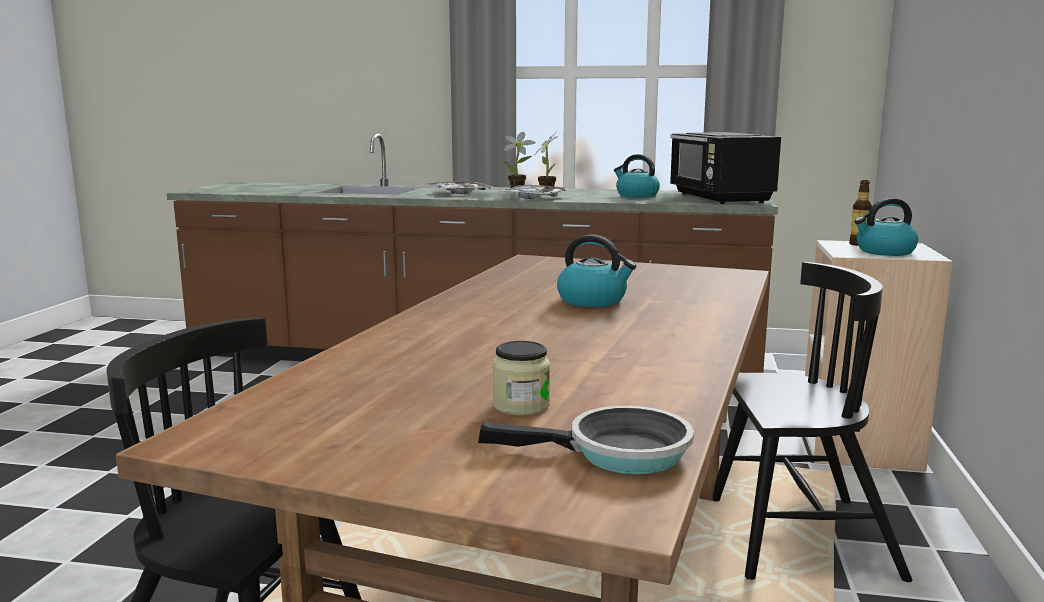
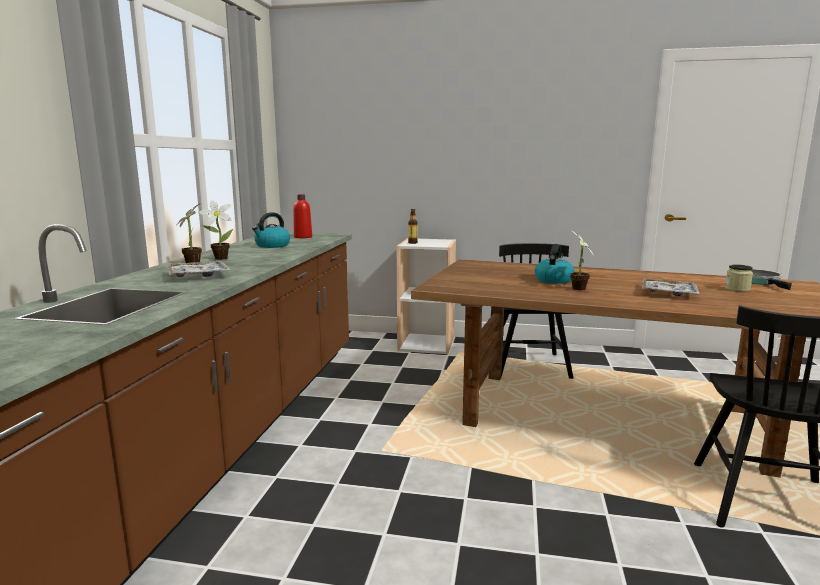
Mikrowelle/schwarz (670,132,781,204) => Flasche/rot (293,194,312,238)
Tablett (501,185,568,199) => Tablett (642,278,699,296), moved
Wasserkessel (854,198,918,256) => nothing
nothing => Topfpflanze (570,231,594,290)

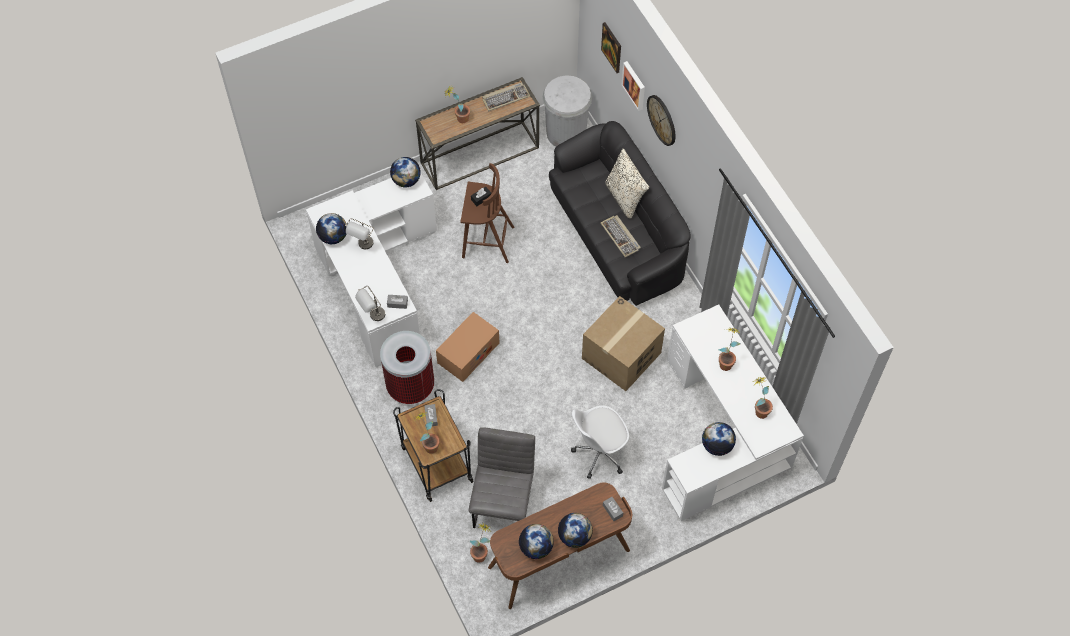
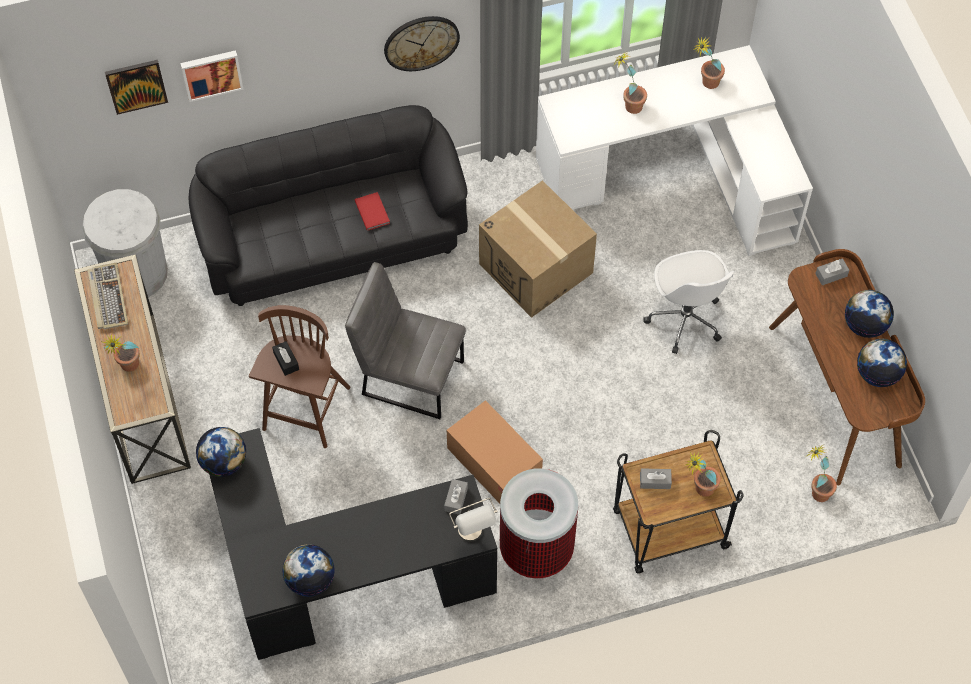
Wanduhr (647,95,676,146) => Wanduhr (384,16,460,71), moved
Kissen/beige (605,149,649,219) => nothing
Schreibtisch/weiß (306,174,437,367) => Schreibtisch/schwarz (209,428,497,660)
Tastatur (600,215,641,258) => Buch/rot (355,192,390,231)
Tischlampe/grau (345,218,374,249) => nothing
Globus (702,422,736,456) => nothing
Stuhl/grau (469,427,535,528) => Stuhl/grau (345,262,466,419), moved

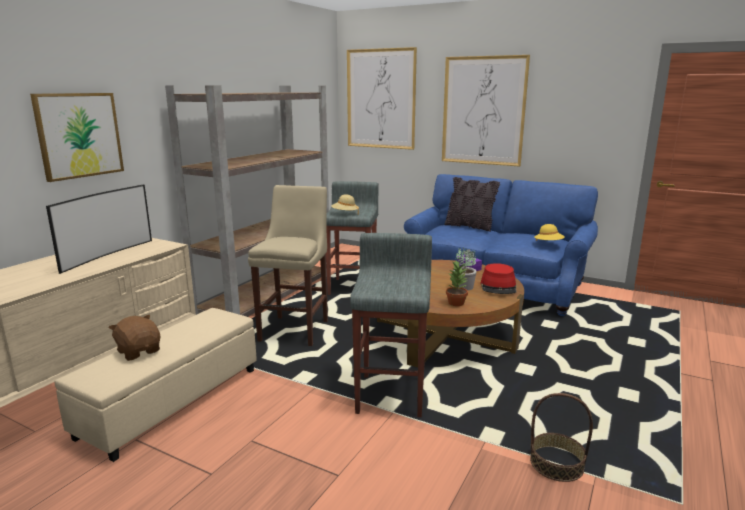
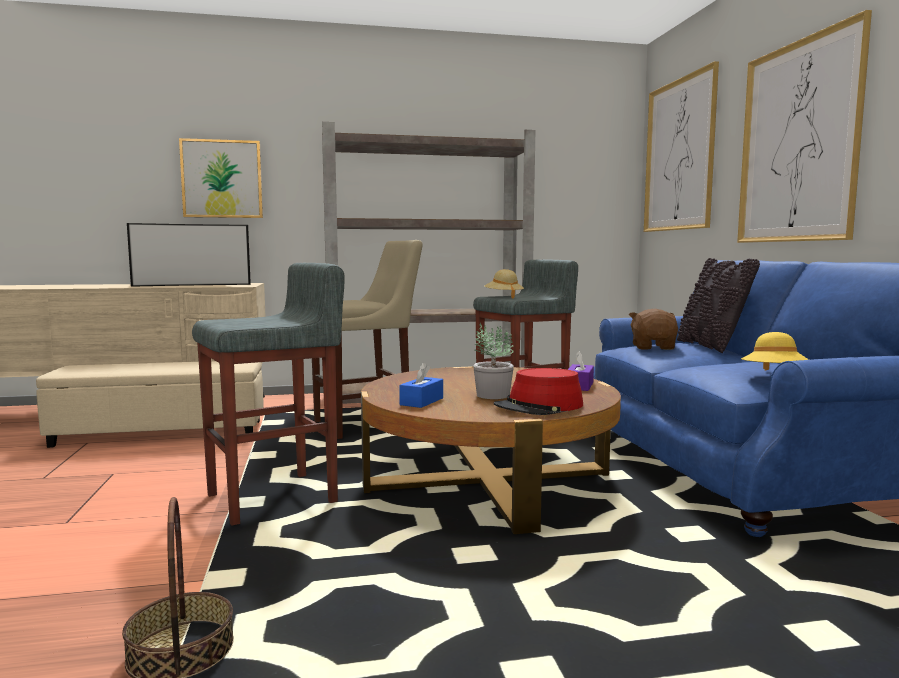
Topfpflanze (446,261,468,306) => Taschentuchbox/blau (399,362,443,408)
Plüschtier/braun (108,315,161,361) => Plüschtier/braun (629,309,678,350), moved

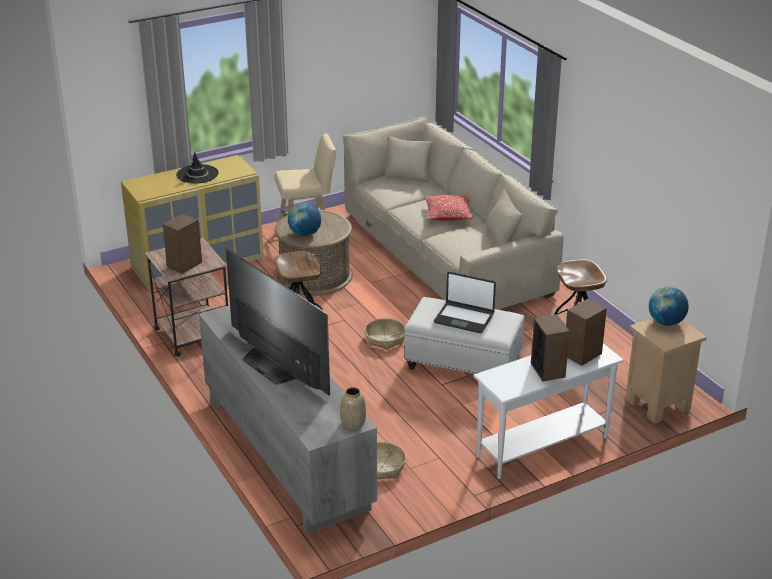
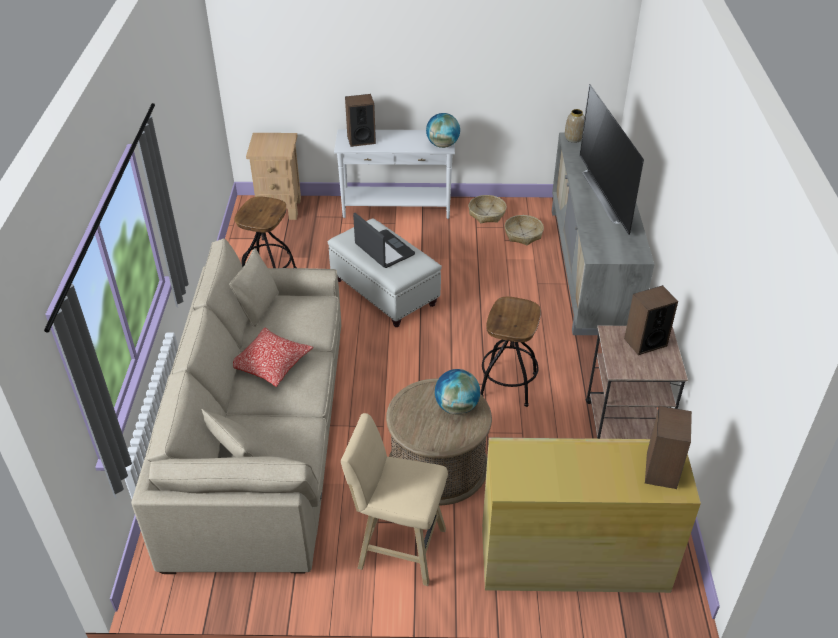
Hut/schwarz (176,152,218,184) => nothing
Globus (649,287,689,326) => Globus (426,113,460,148), moved
Lautsprecher (531,314,570,381) => Lautsprecher (645,406,692,489), moved
Korb (365,318,405,350) => Korb (468,195,507,223), moved

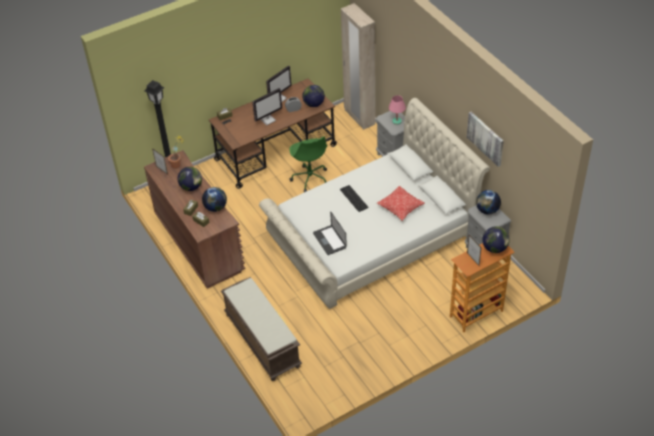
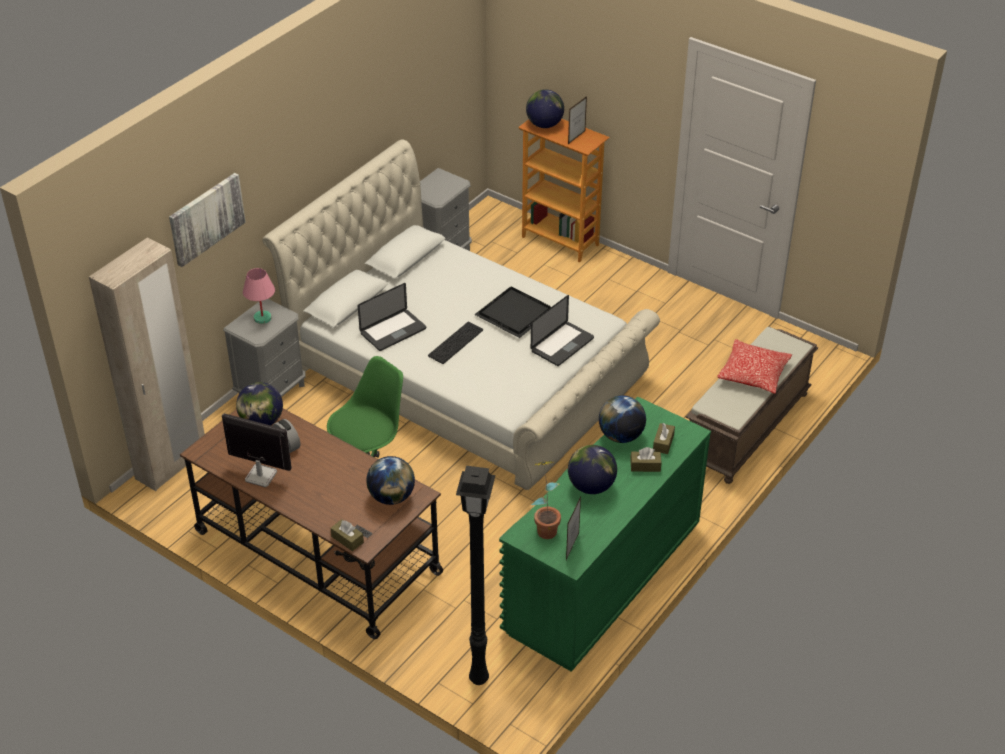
Monitor (252,88,282,125) => nothing
Bild (467,112,504,167) => Bild (169,173,246,267), moved
Kommode/braun (144,150,246,289) => Kommode/grün (499,397,711,672)
Kissen (377,186,425,221) => Kissen (717,339,792,394), moved
Globus (476,190,501,215) => Globus (366,456,415,505), moved
nothing => Laptop (358,283,426,351)
nothing => Tablett/schwarz (474,286,551,338)

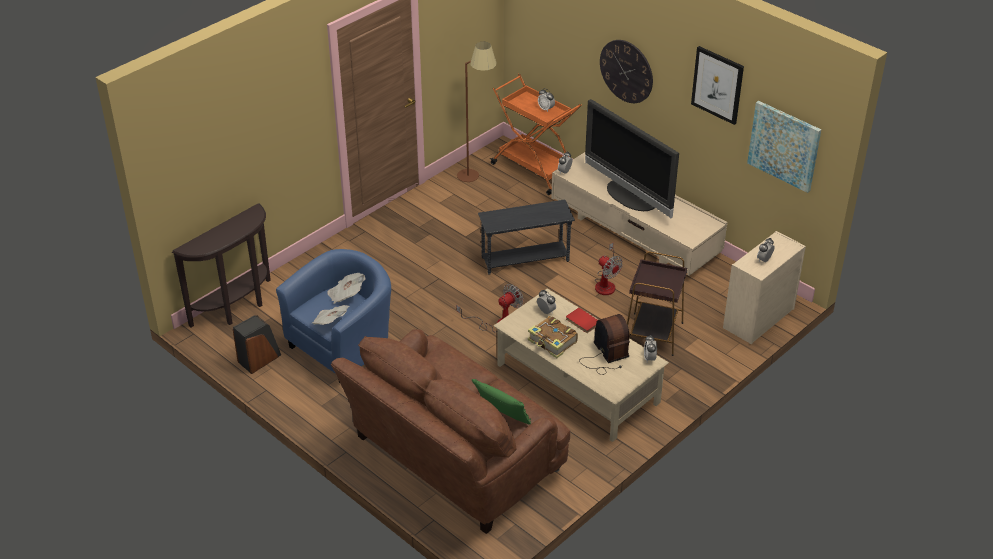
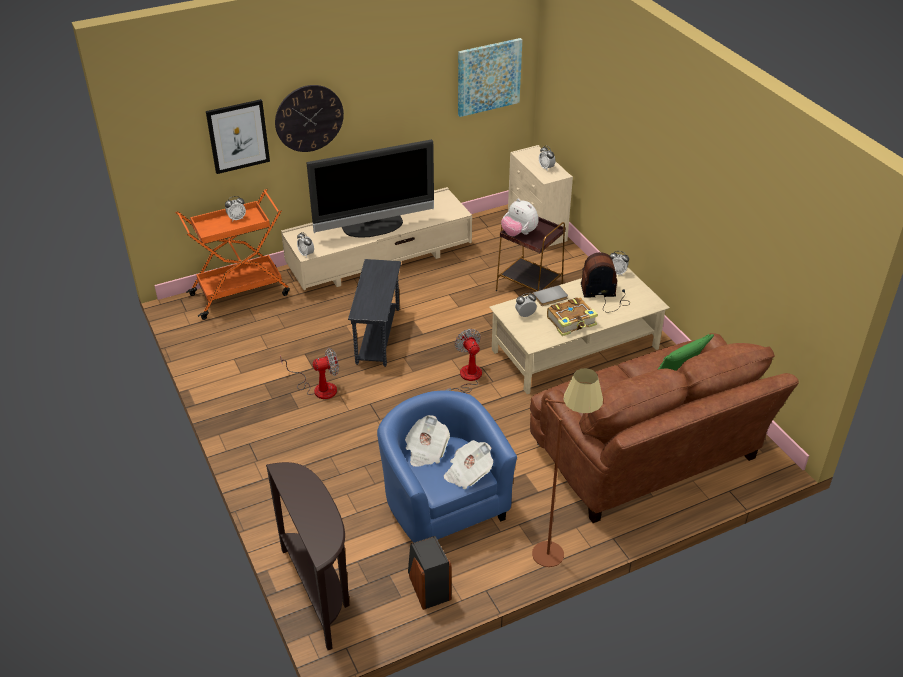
Stehlampe/braun (457,42,496,182) => Stehlampe/braun (532,368,603,567), moved
Bild (691,46,744,125) => Bild (206,99,270,174), moved
Ventilator (595,242,623,295) => Ventilator (280,348,339,399), moved
Buch/rot (566,308,597,333) => Buch/grau (533,285,568,306)
nothing => Plüschtier (501,199,538,236)

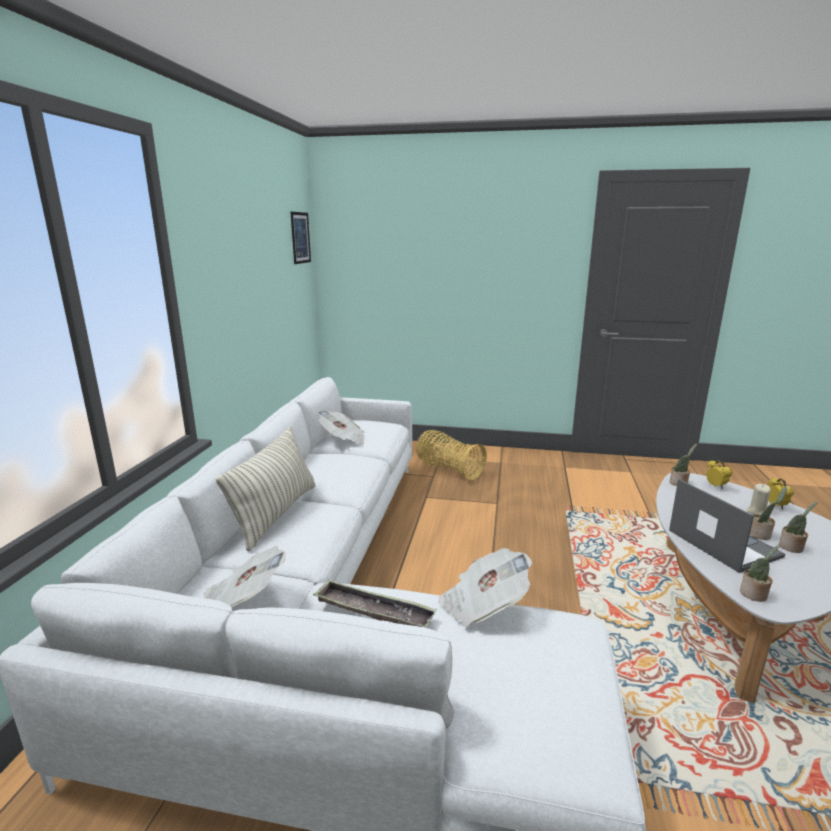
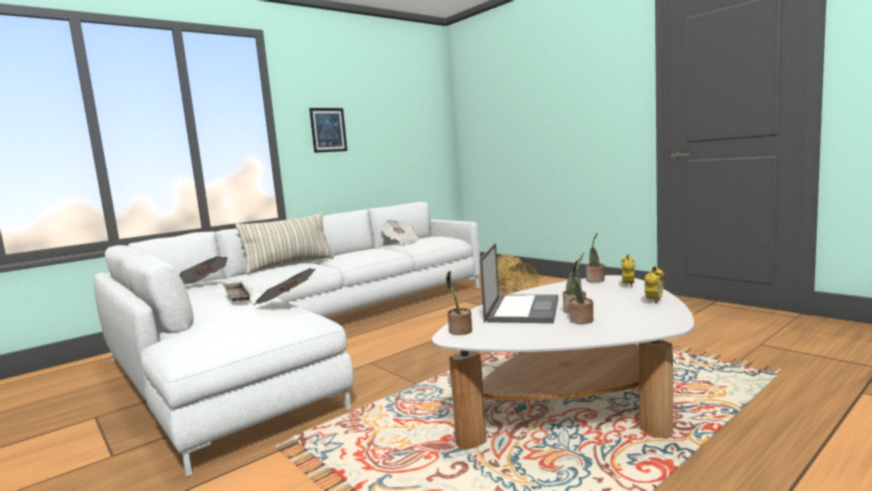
Bild (290,212,311,264) => Bild (309,108,347,153), moved
Kerze/beige (747,484,771,515) => nothing

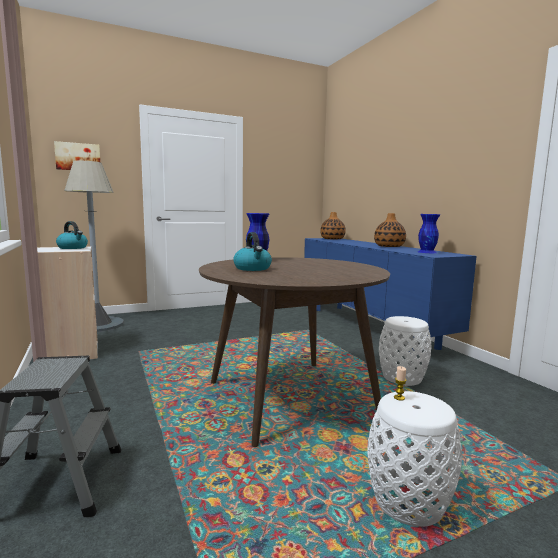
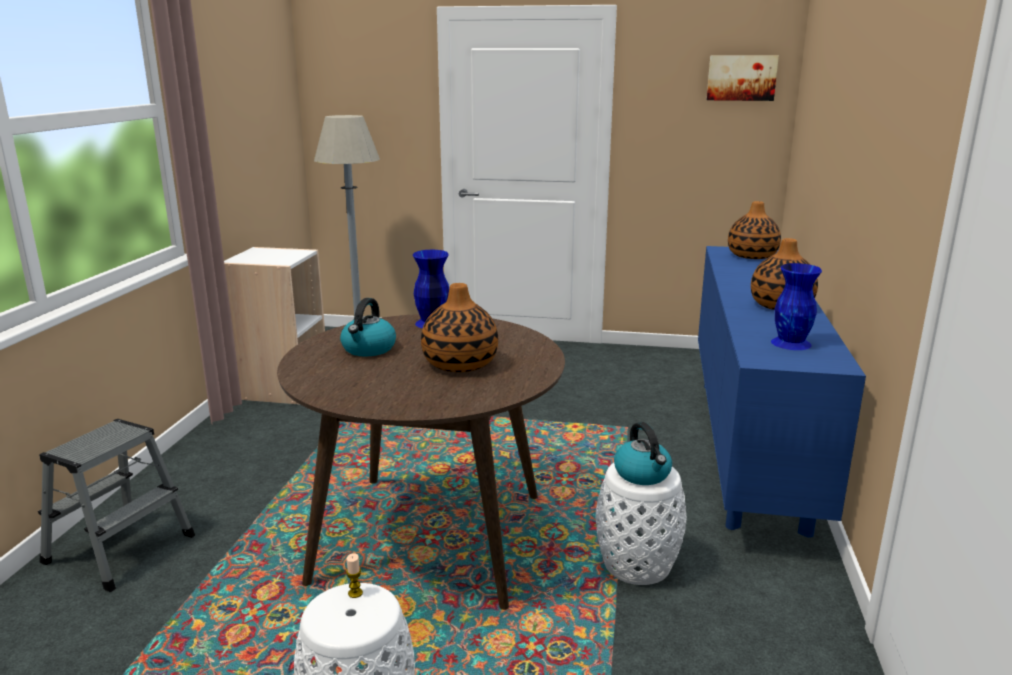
Bild (54,141,100,170) => Bild (707,56,779,101), moved
Wasserkessel (56,221,88,249) => Wasserkessel (614,422,672,485), moved
nothing => Vase (421,283,498,372)

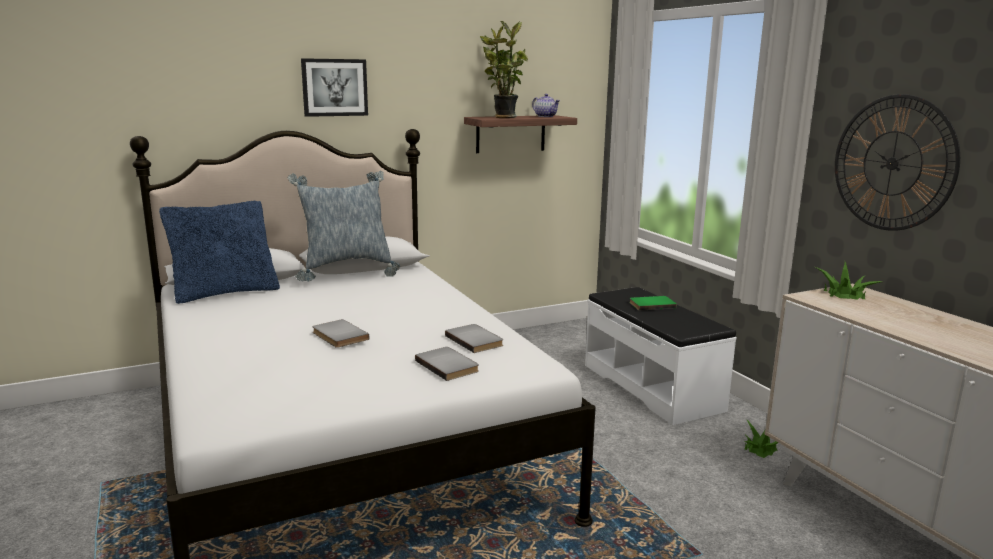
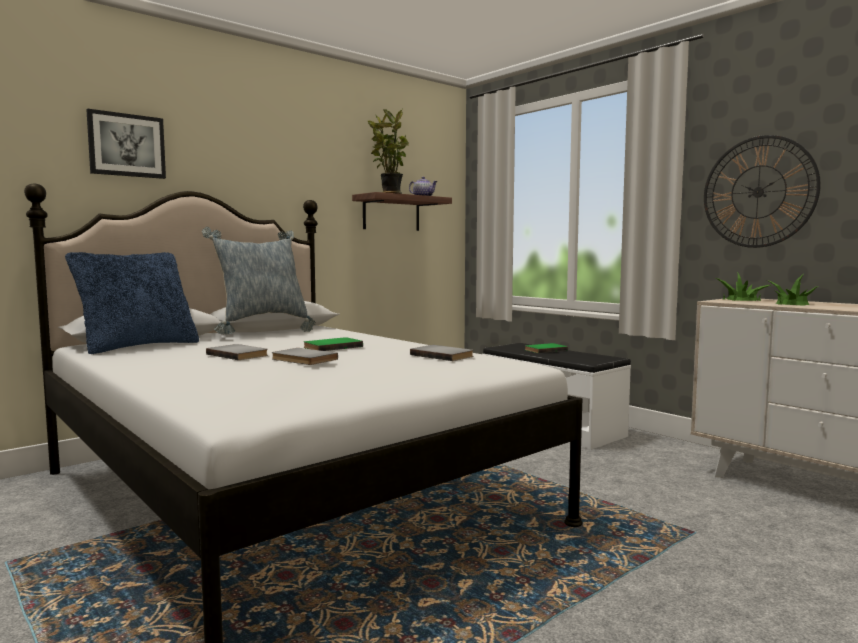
Bild (301,58,368,117) => Bild (86,109,166,179), moved
Buch/grau (415,347,479,381) => Buch/grau (206,344,268,360), moved
Topfpflanze (744,419,778,458) => Topfpflanze (767,274,818,306), moved
nothing => Buch/grün (304,337,363,351)

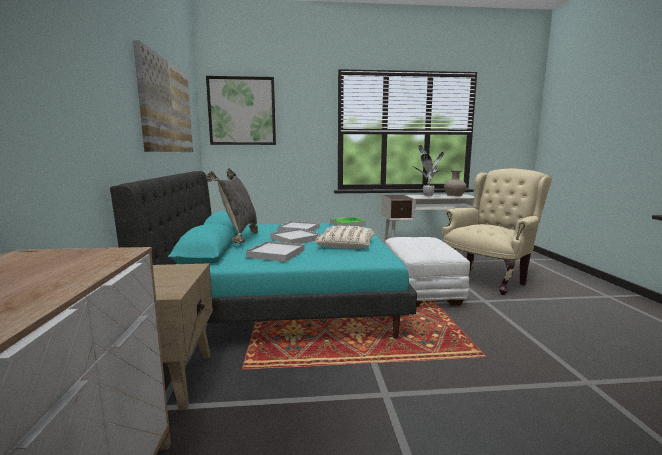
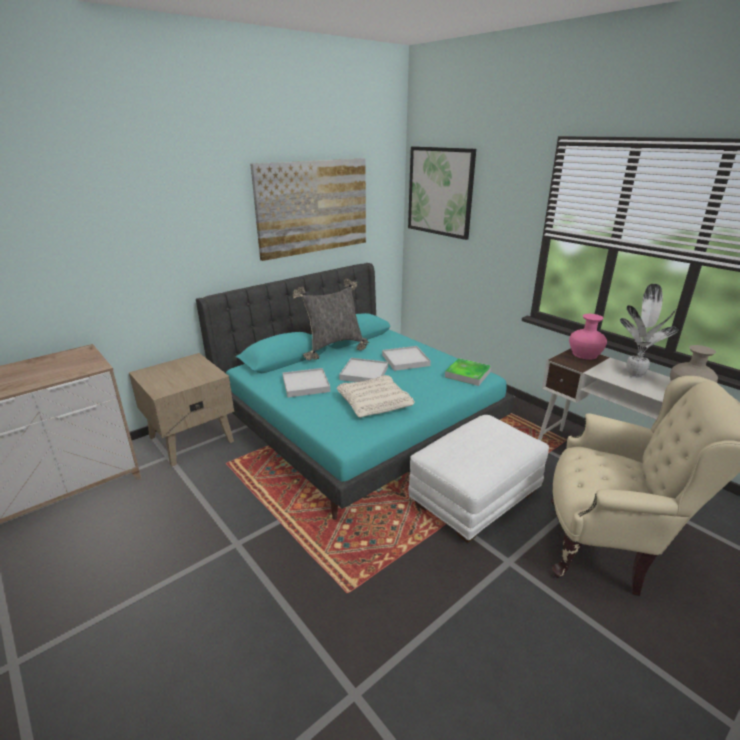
nothing => Vase/rosa (569,314,607,360)

